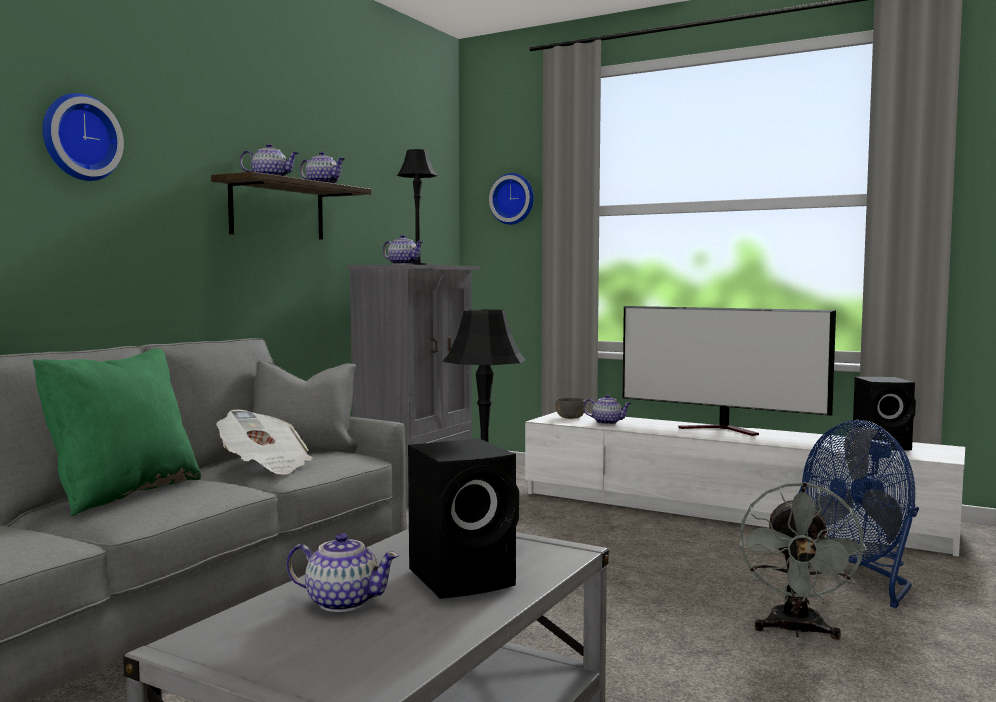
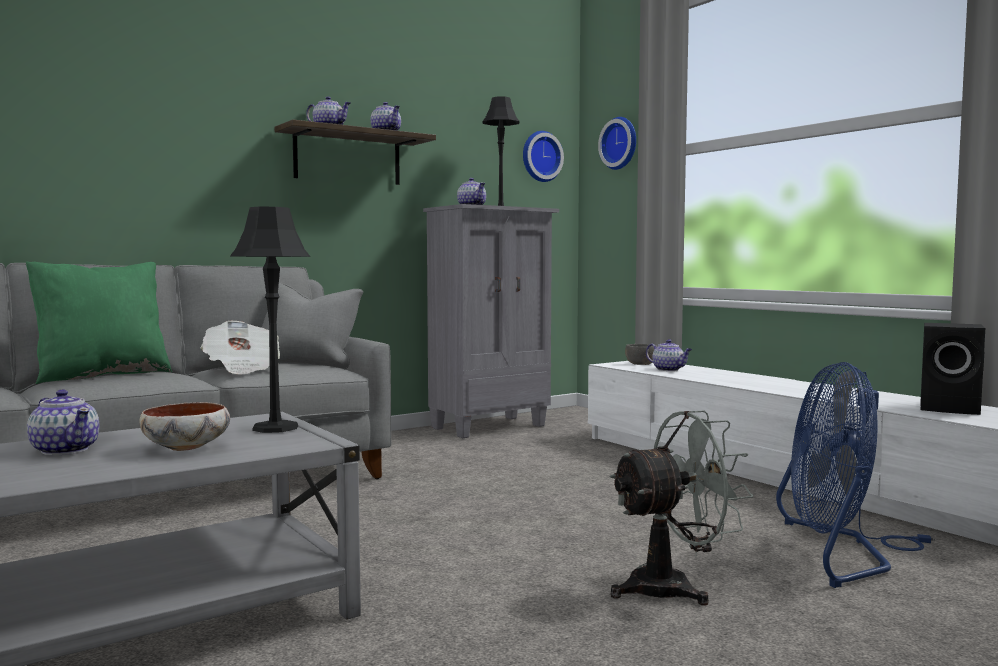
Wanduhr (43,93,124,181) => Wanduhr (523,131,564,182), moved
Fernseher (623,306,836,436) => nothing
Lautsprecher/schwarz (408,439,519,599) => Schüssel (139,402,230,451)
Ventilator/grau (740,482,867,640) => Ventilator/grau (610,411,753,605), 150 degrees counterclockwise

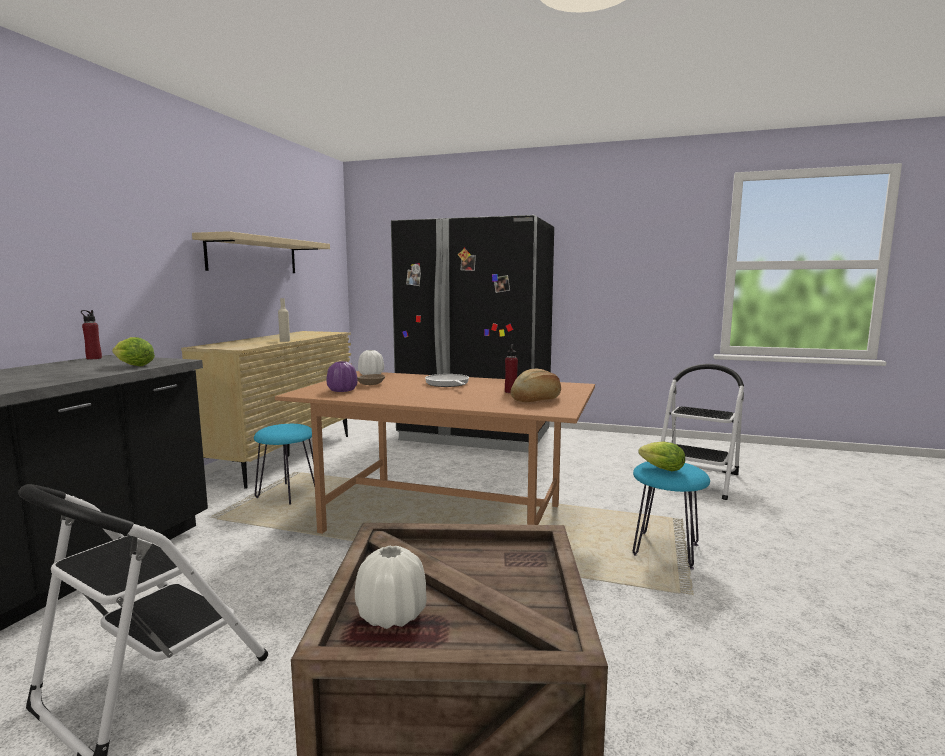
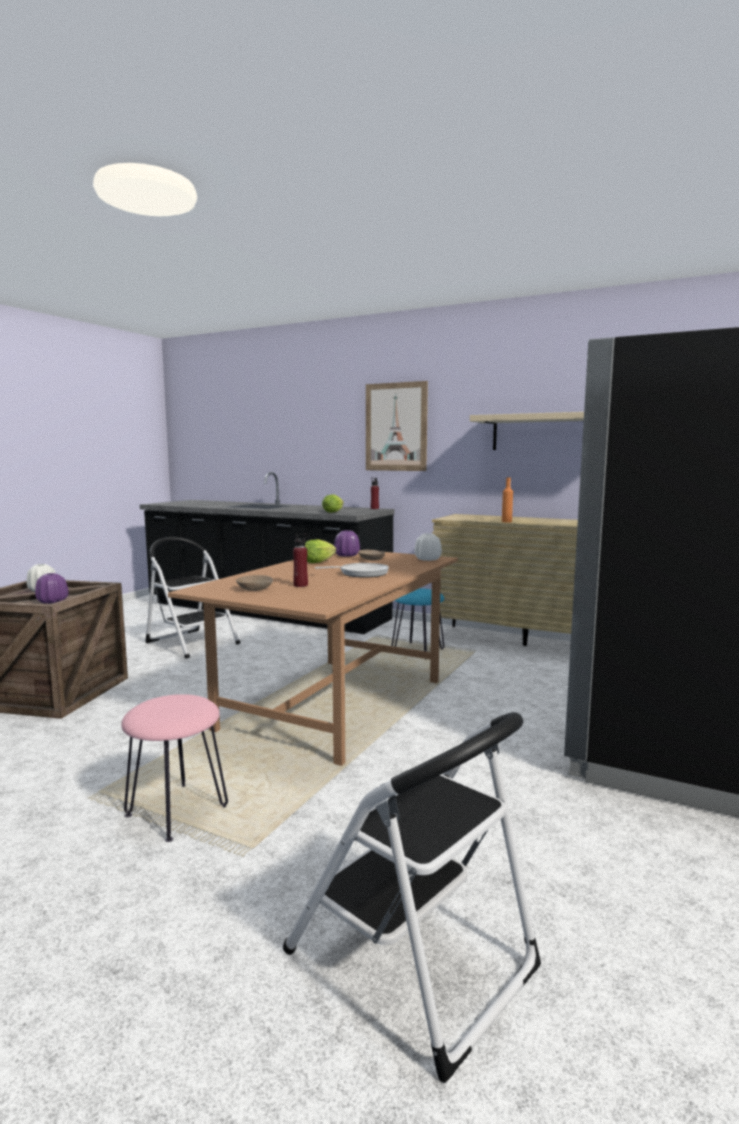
Flasche/beige (278,298,290,342) => Flasche/orange (502,477,513,522)
Brot (511,369,561,402) => Schüssel/beige (236,575,273,591)
Salatkopf (638,441,685,471) => Salatkopf (305,539,336,563), moved
Hocker/türkis (633,461,710,569) => Hocker/rosa (121,694,228,842)
nothing => Bild (366,381,428,471)
nothing => Vase/lila (35,573,69,603)

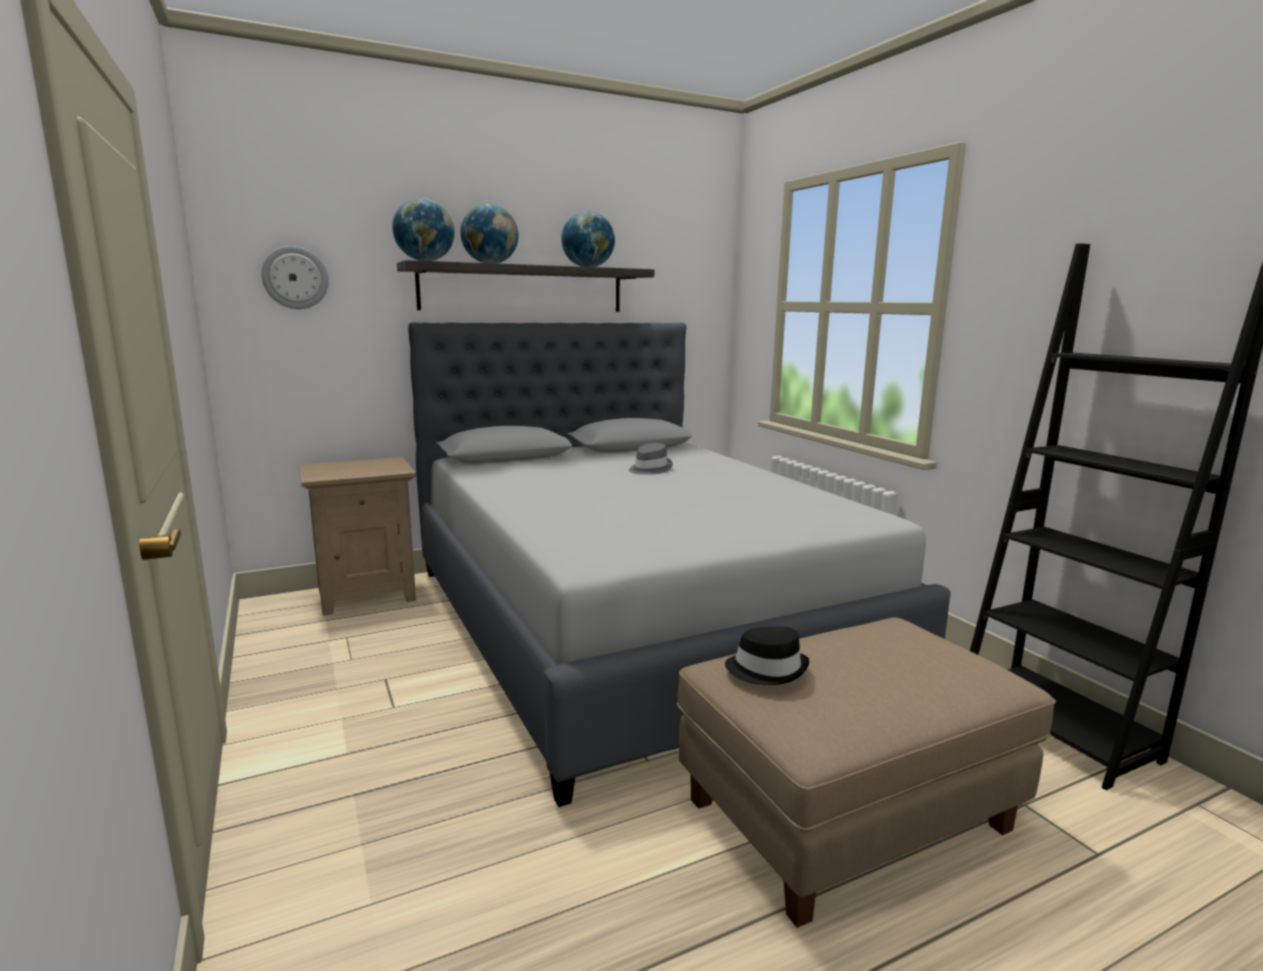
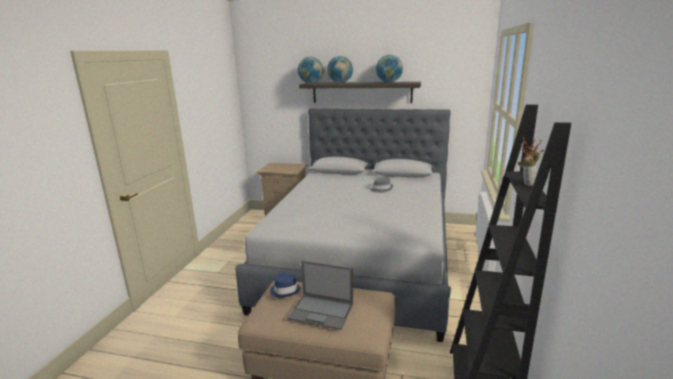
Wanduhr (261,246,329,309) => nothing
Hut/schwarz (725,627,810,685) => Hut/blau (270,273,301,298)
nothing => Topfpflanze (518,136,544,186)
nothing => Laptop (287,261,353,330)

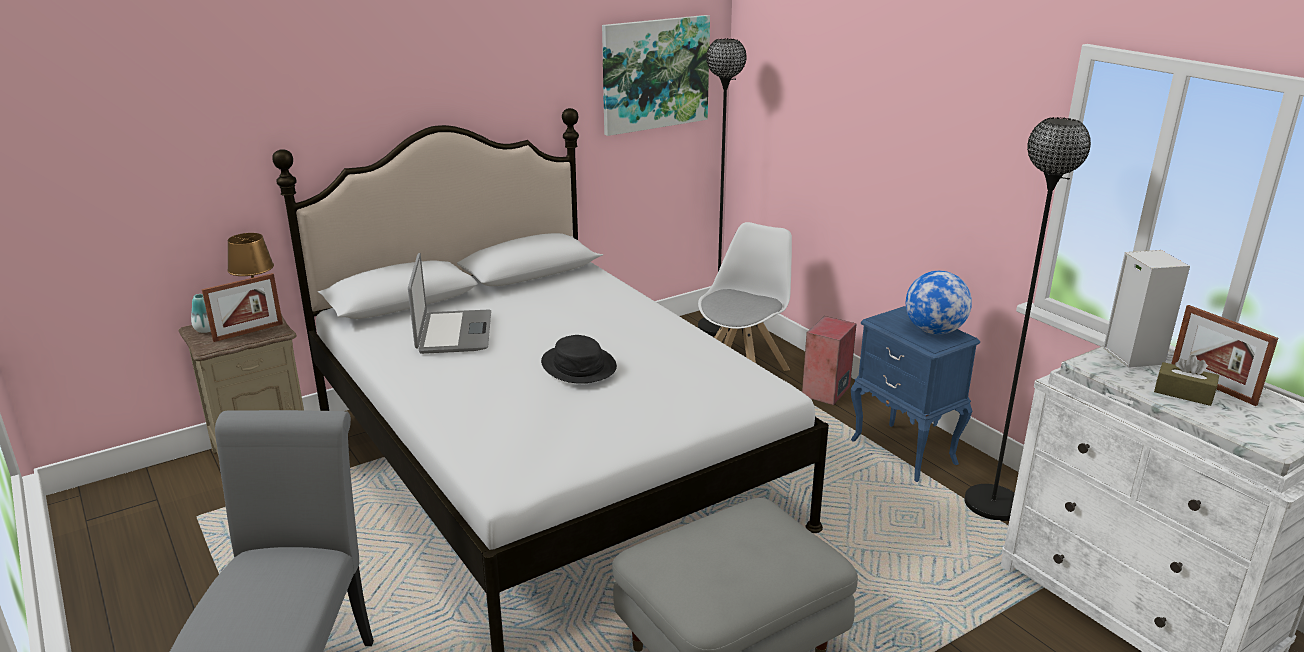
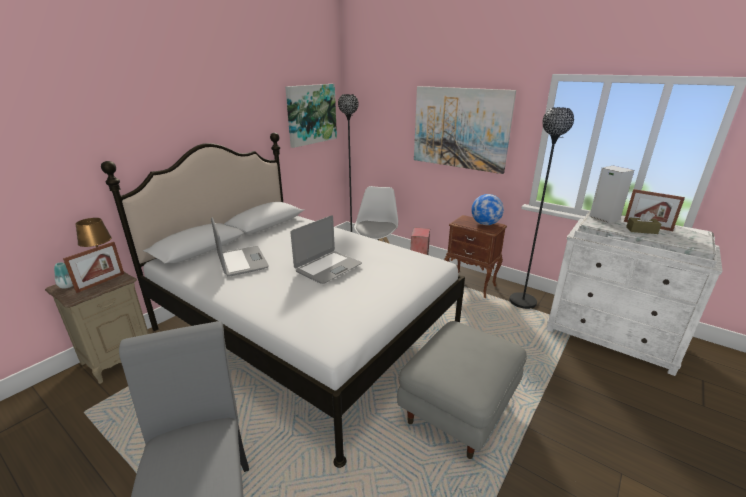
Nachttisch/blau (851,306,980,482) => Nachttisch/braun (444,215,507,298)
Hut/schwarz (541,335,617,384) => Laptop (290,215,362,284)
nothing => Bild (414,86,516,174)

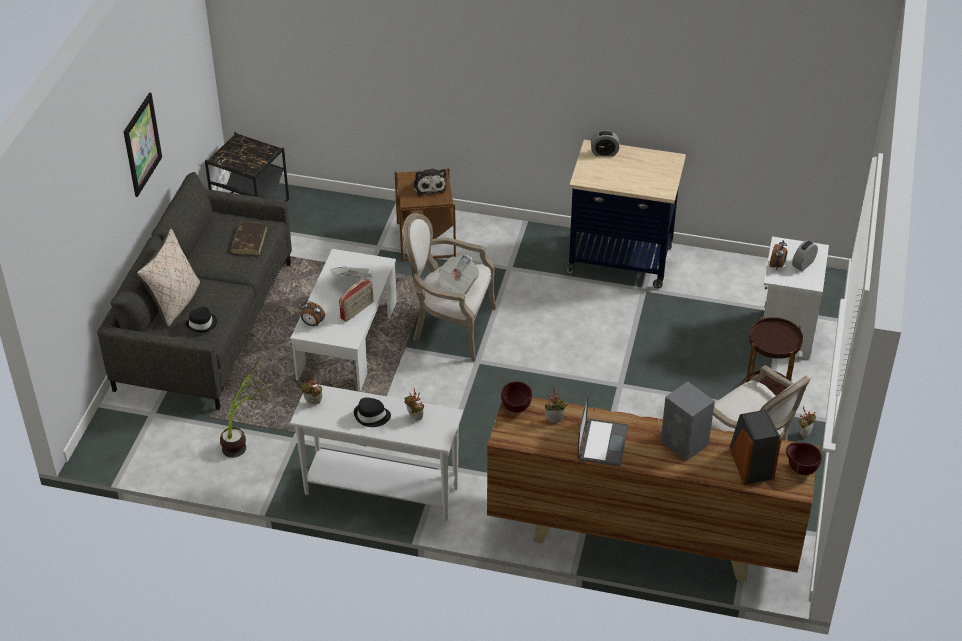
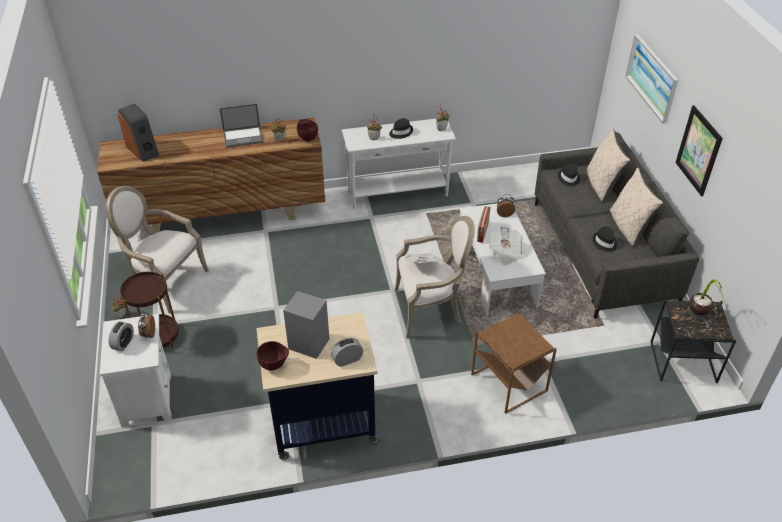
Plüschtier (413,169,447,196) => nothing
Buch/braun (230,222,267,255) => Hut/schwarz (593,227,617,252)
Topfpflanze (220,361,271,458) => Topfpflanze (687,280,726,320), moved
Lautsprecher/grau (661,382,715,461) => Lautsprecher/grau (283,291,329,359), moved
Laptop (577,392,628,467) => Laptop (220,104,263,148), 90 degrees counterclockwise
Schüssel/braun (786,443,822,475) => Schüssel/braun (257,341,289,370), moved
nothing => Bild (625,35,678,123)
nothing => Kissen/beige (610,168,663,247)

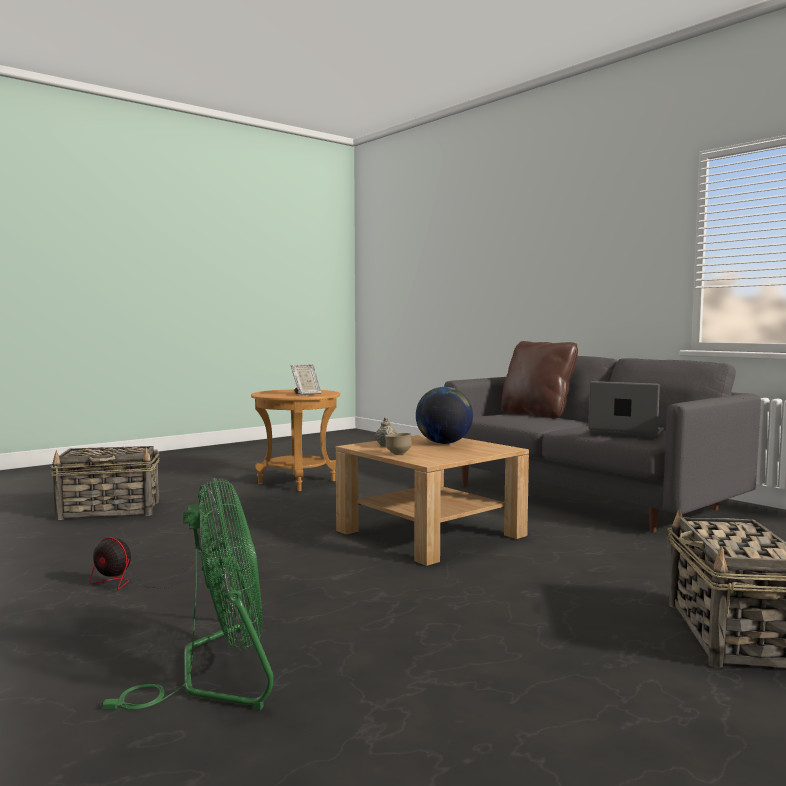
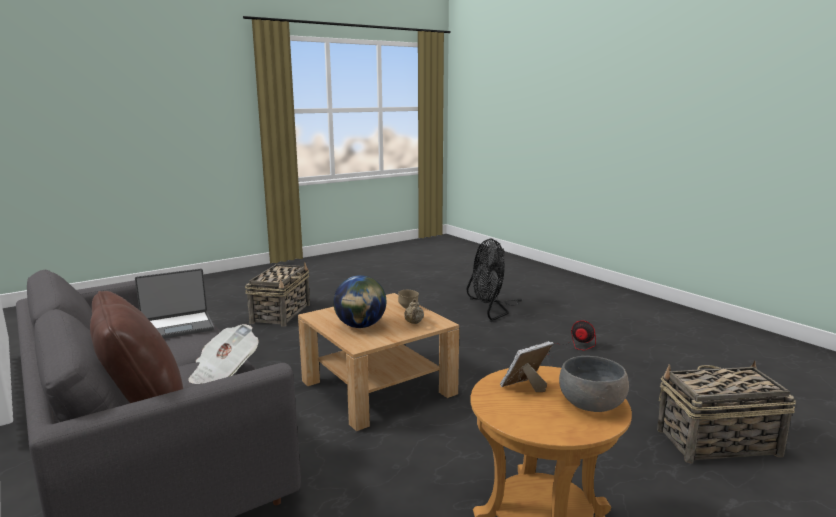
Laptop (588,381,664,438) => Laptop (135,268,214,339), 60 degrees counterclockwise
Ventilator/grün (99,478,273,710) => Ventilator/schwarz (467,239,523,322)
nothing => Zeitung (188,324,259,384)
nothing => Schüssel/grau (559,356,629,412)

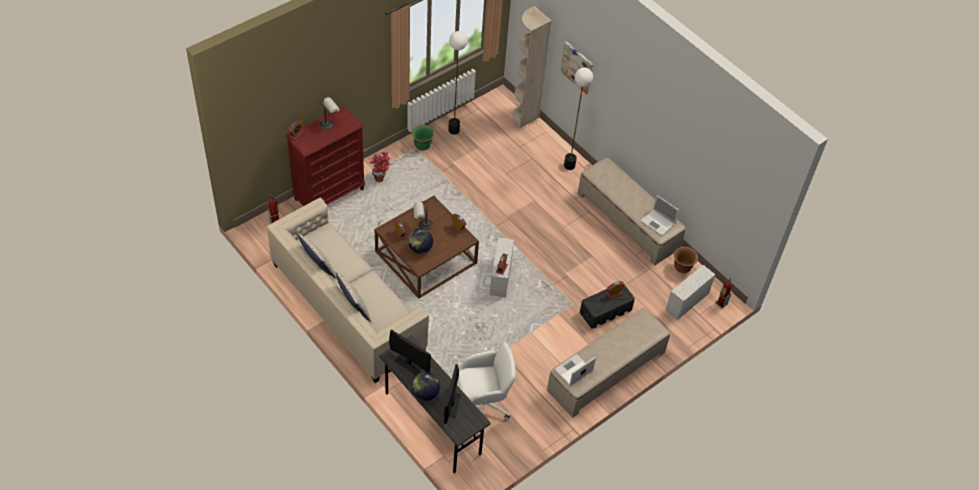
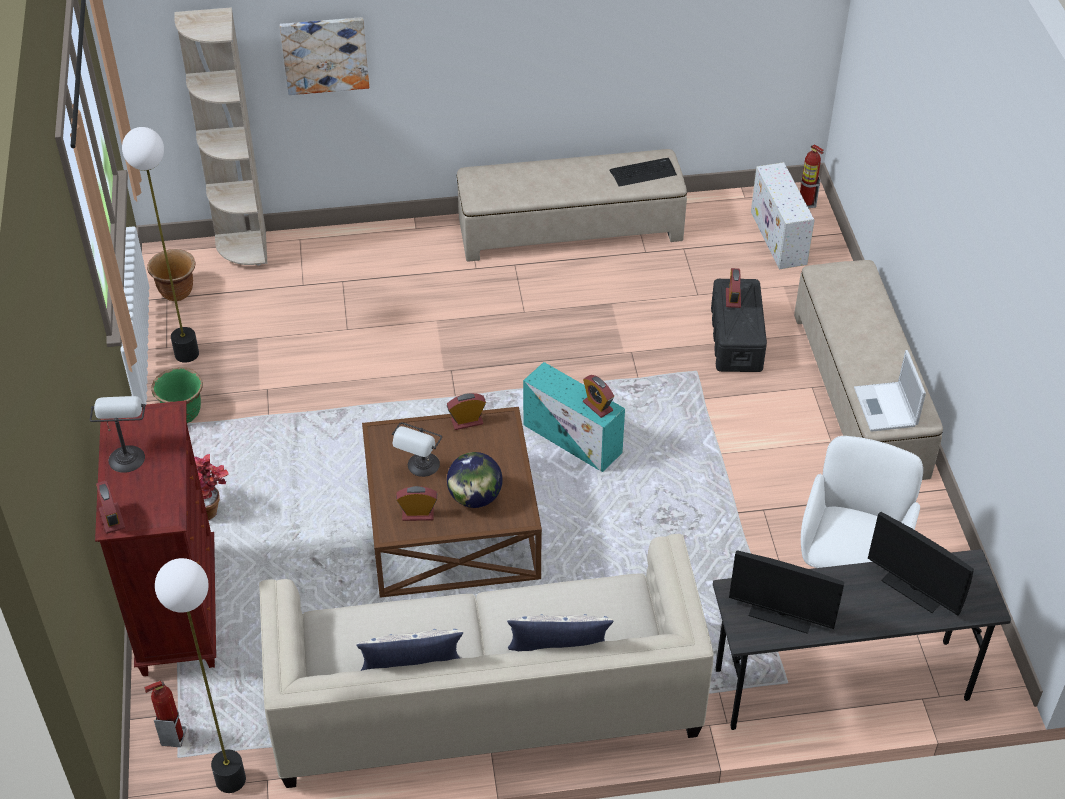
Stehlampe (564,67,593,170) => Stehlampe (155,558,246,793), moved
Laptop (640,195,679,236) => Tastatur (609,158,677,187)
Aufbewahrungsbox/weiß (490,237,514,297) => Aufbewahrungsbox/türkis (523,362,625,472)
Pflanzkübel/braun (674,247,698,273) => Pflanzkübel/braun (147,249,196,301), moved
Monitor (389,329,431,375) => Monitor (729,550,844,634), 135 degrees counterclockwise
Globus (412,372,440,401) => nothing

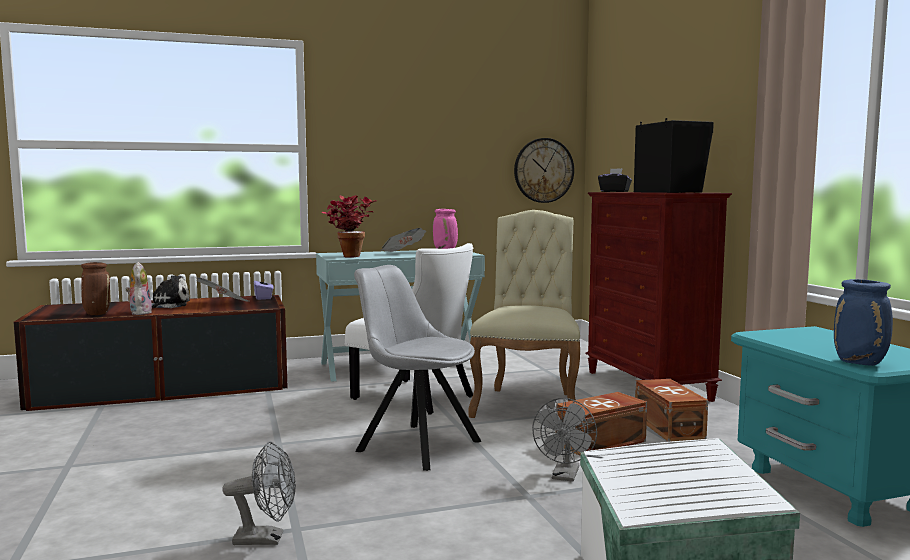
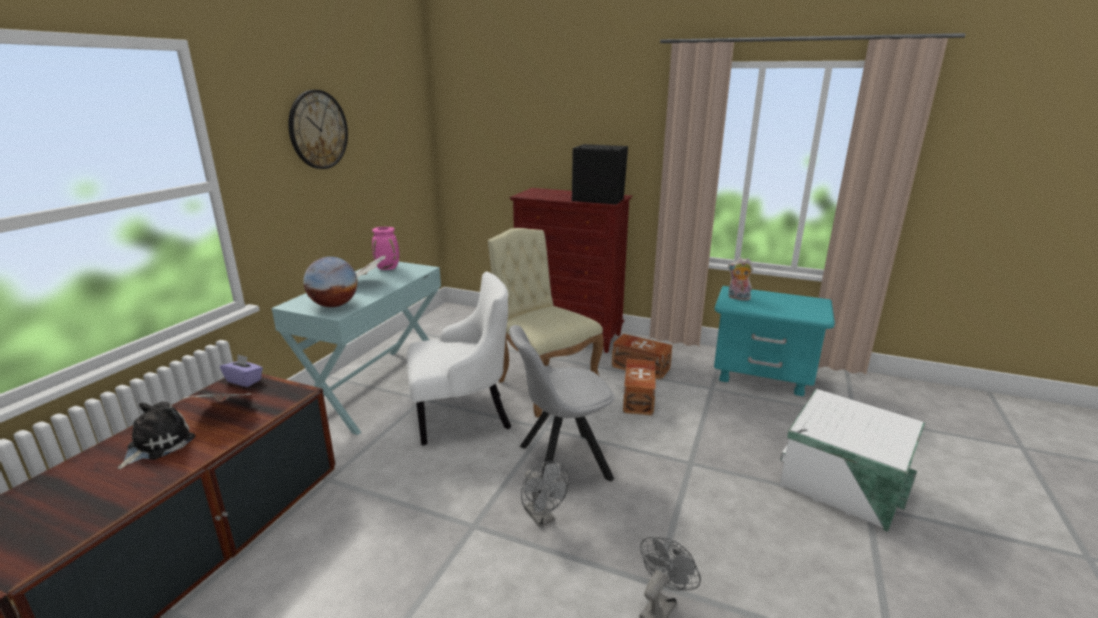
Wanduhr (514,138,574,203) => Wanduhr (288,90,348,169), moved
Taschentuchbox/schwarz (598,168,632,192) => nothing
Topfpflanze (322,195,377,258) => Globus (303,257,358,307)
Vase/braun (81,262,110,315) => nothing
Plüschtier (126,262,152,315) => Plüschtier (728,258,753,301), moved
Vase/blau (834,279,893,366) => nothing
Ventilator/grau (532,398,597,482) => Ventilator/grau (521,461,569,528), moved

